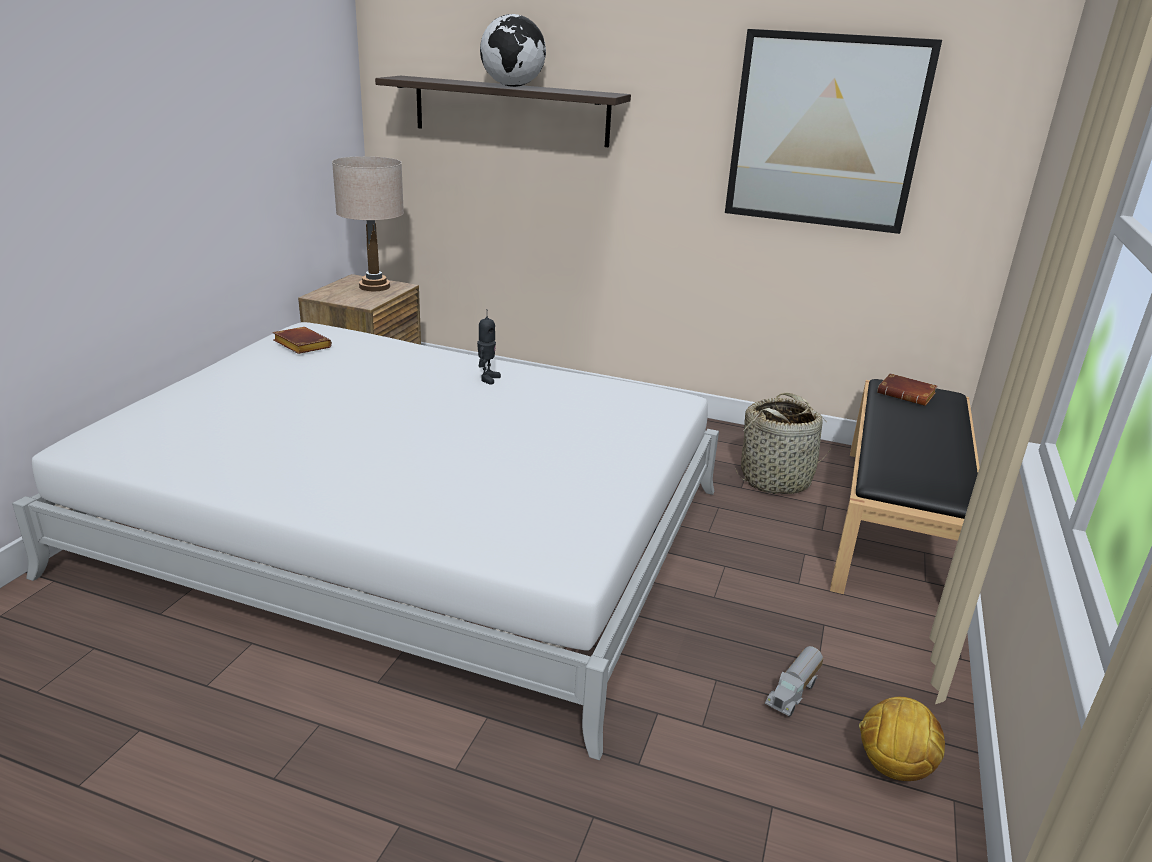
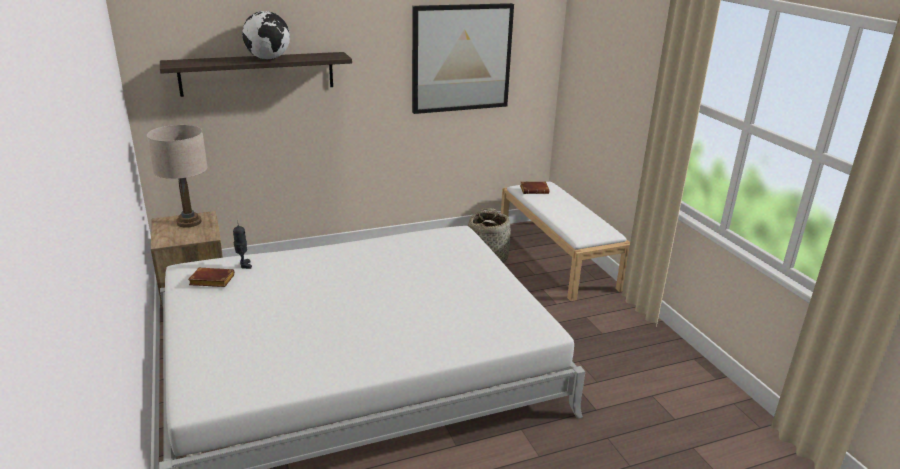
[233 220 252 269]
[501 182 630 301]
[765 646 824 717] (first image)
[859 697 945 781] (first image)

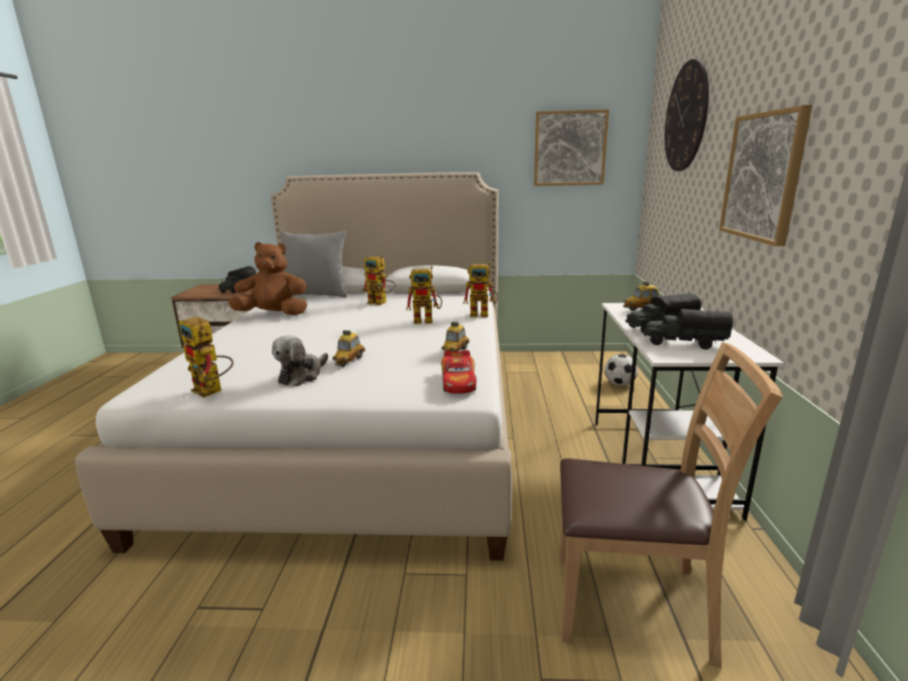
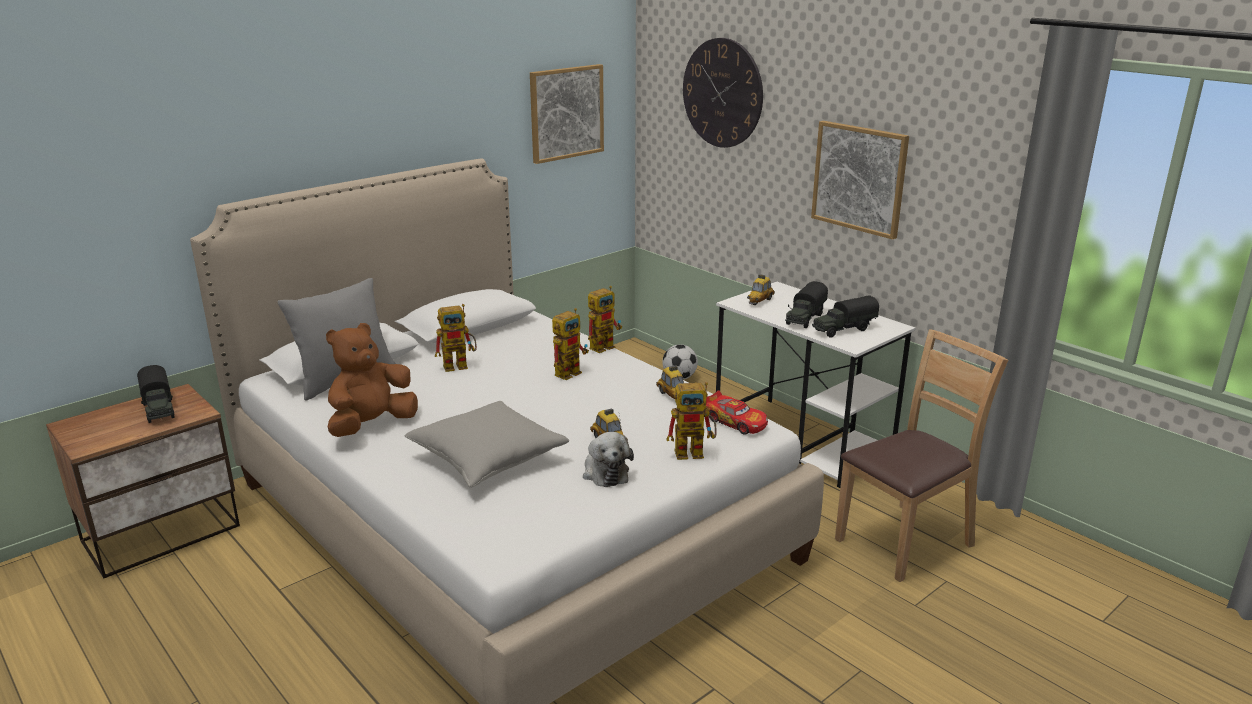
[666 382 717 460]
[405 401 569 488]

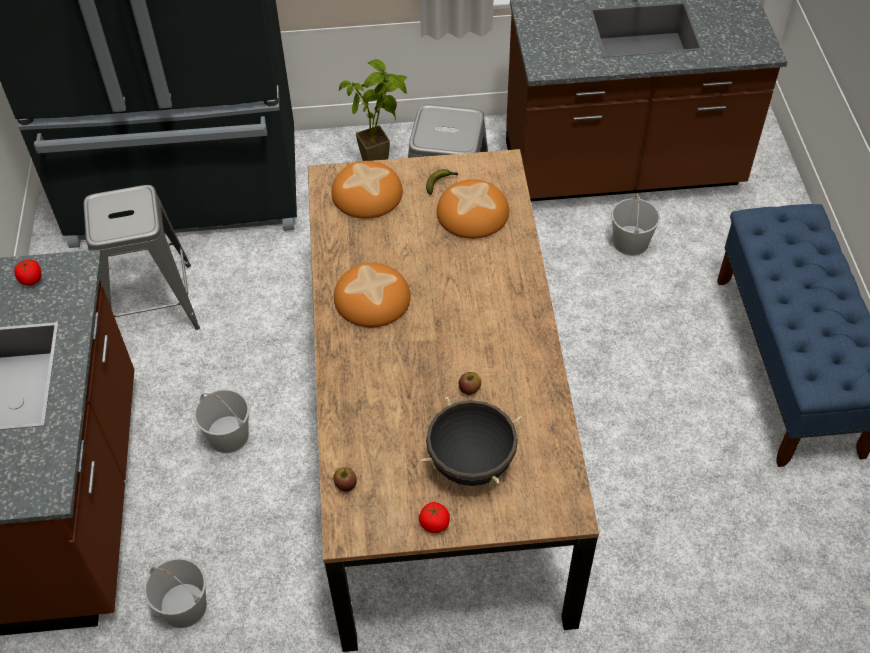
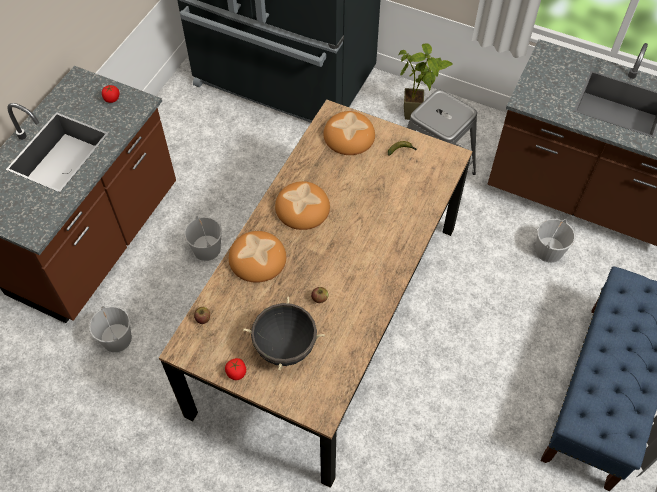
[229 231 286 283]
[83 185 200 330] (first image)

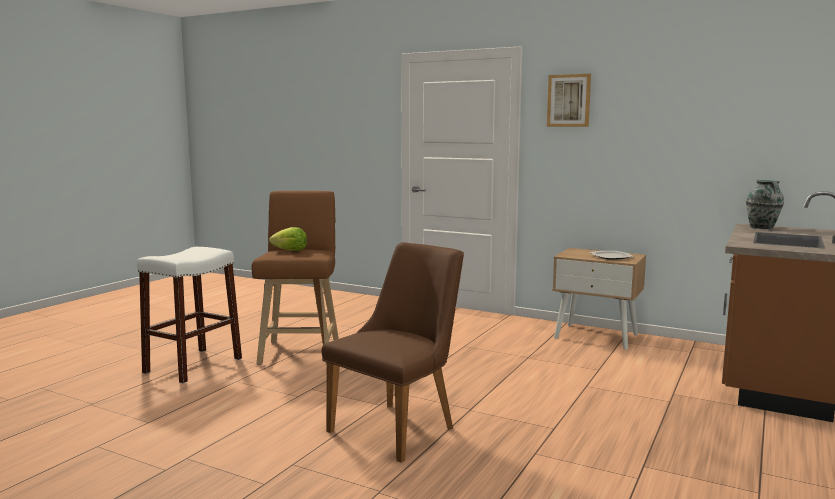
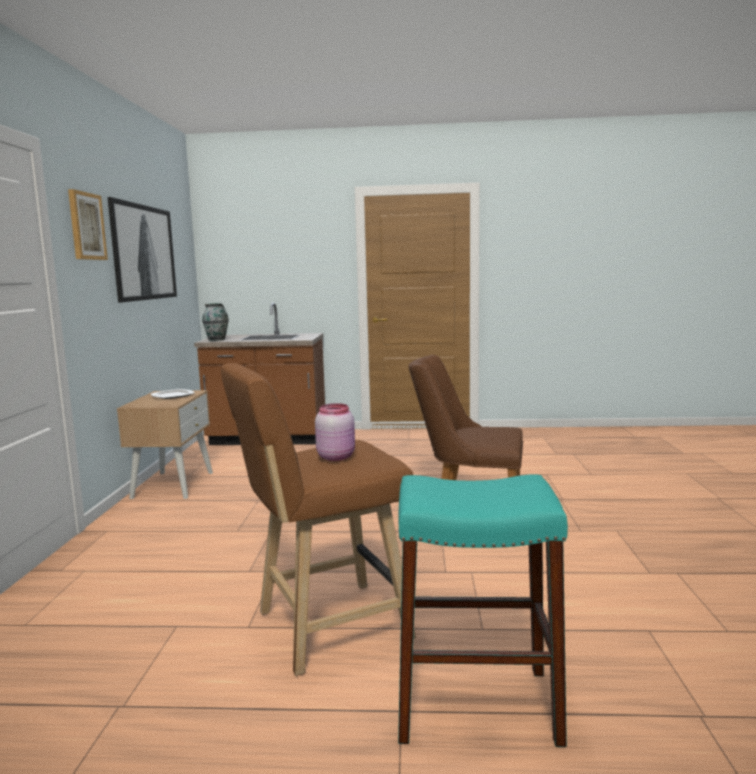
[315 403 355 461]
[398 474 568 747]
[108 197 177 303]

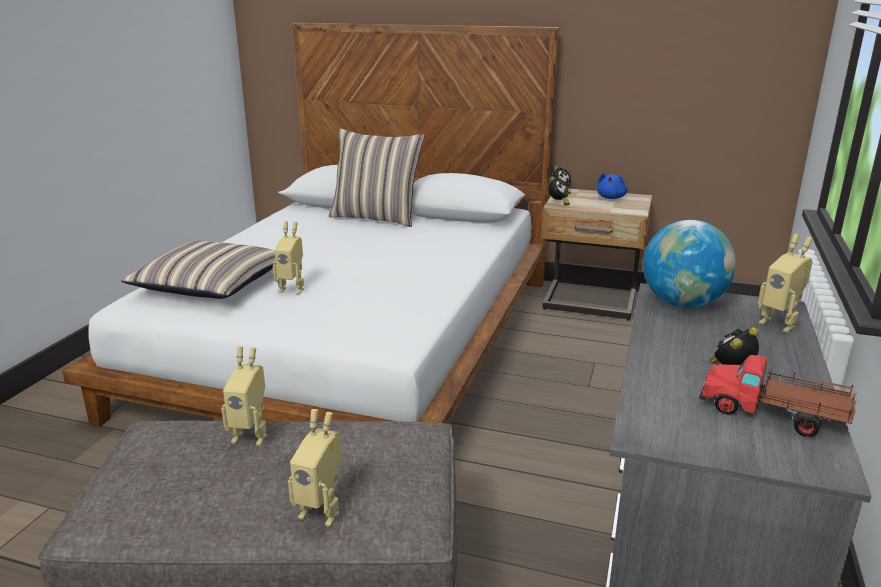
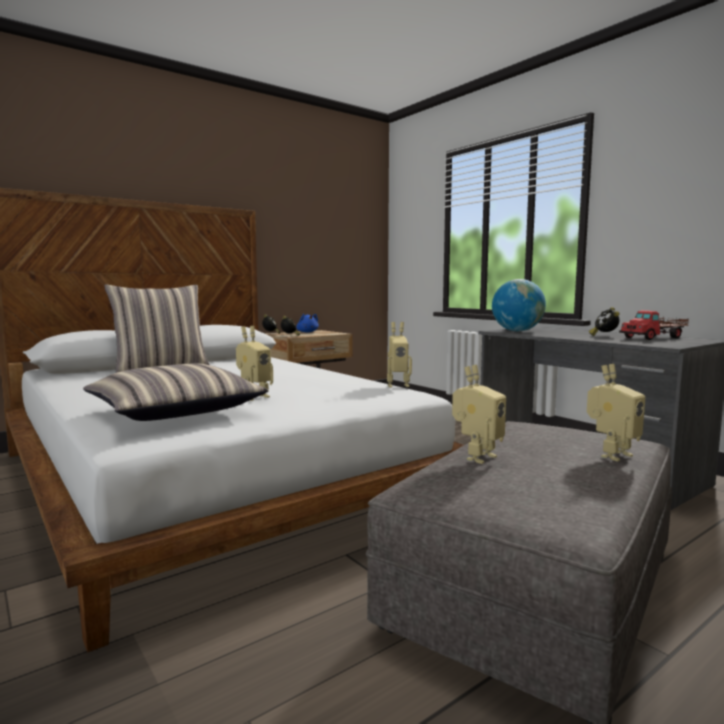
[387 322 412 387]

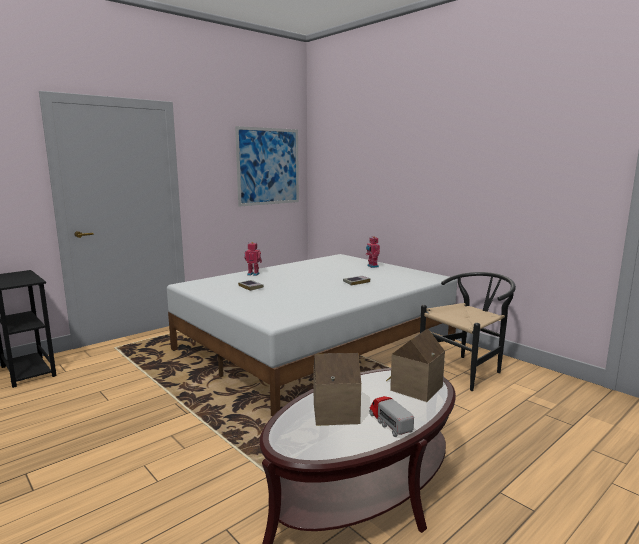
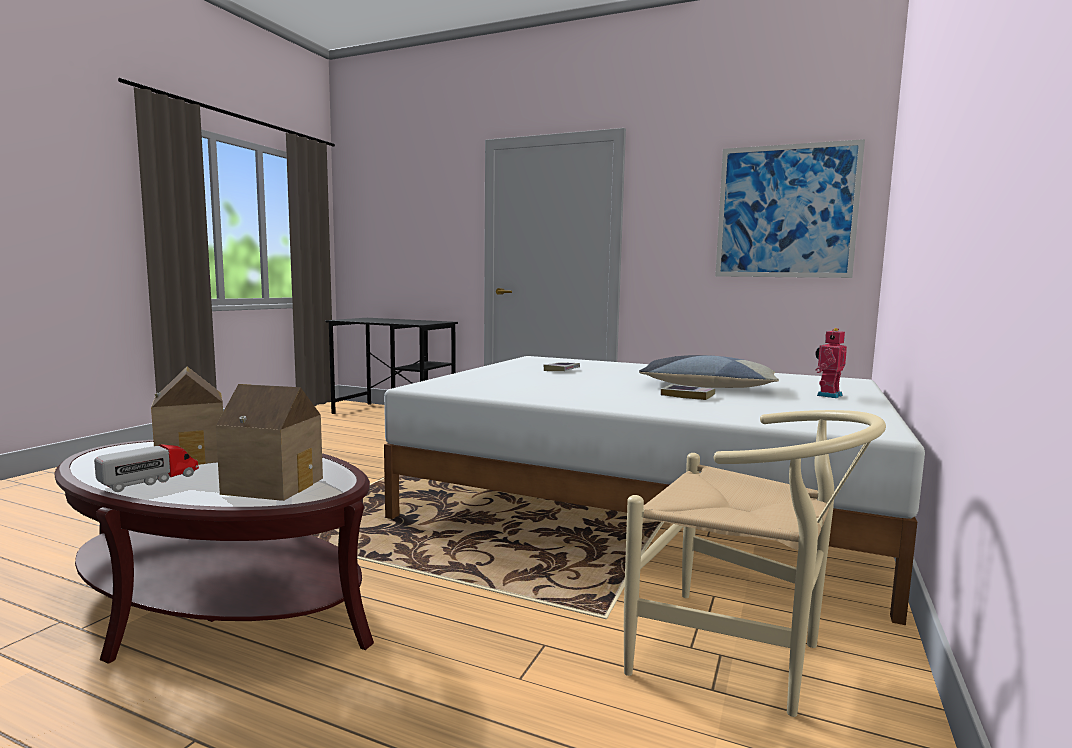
[244 242 262 276] (first image)
[624 410 886 717]
[639 355 779 388]

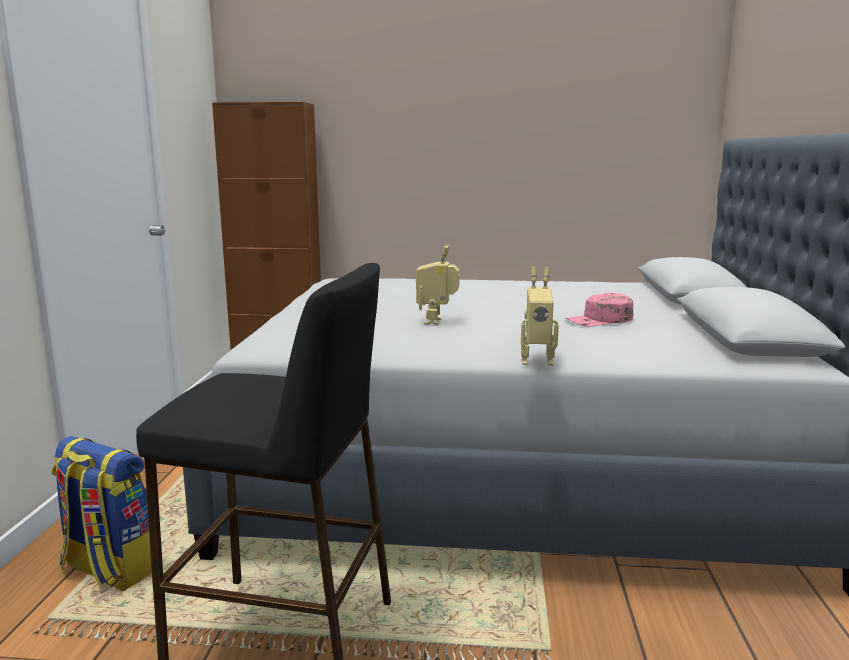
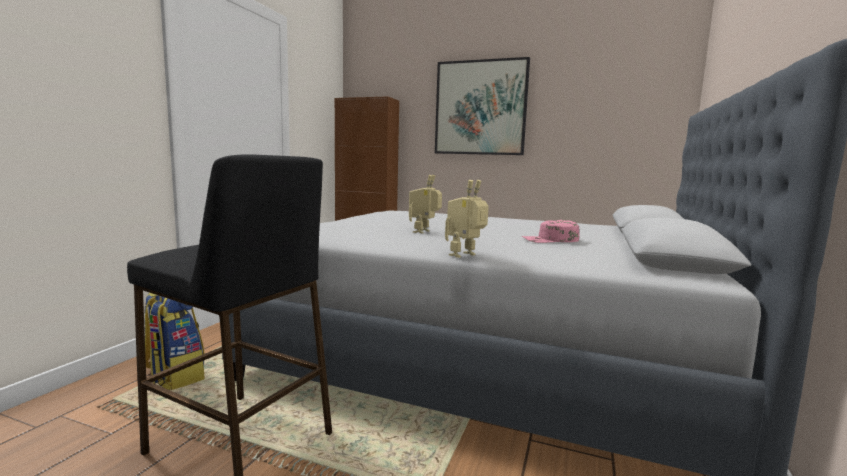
[445 180 489 258]
[435 57 530 155]

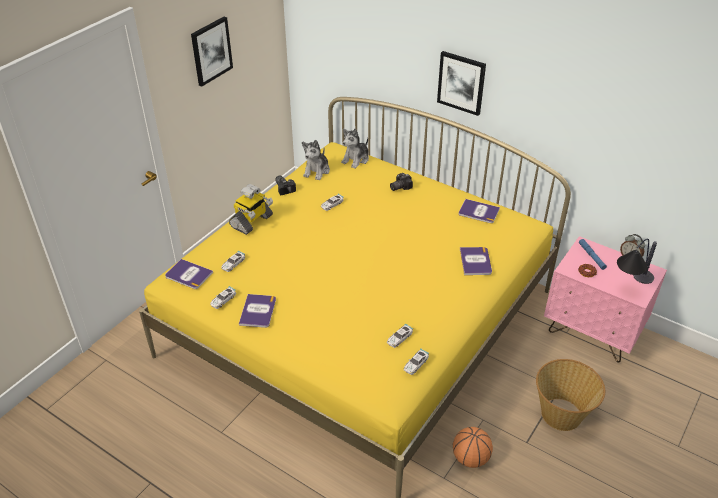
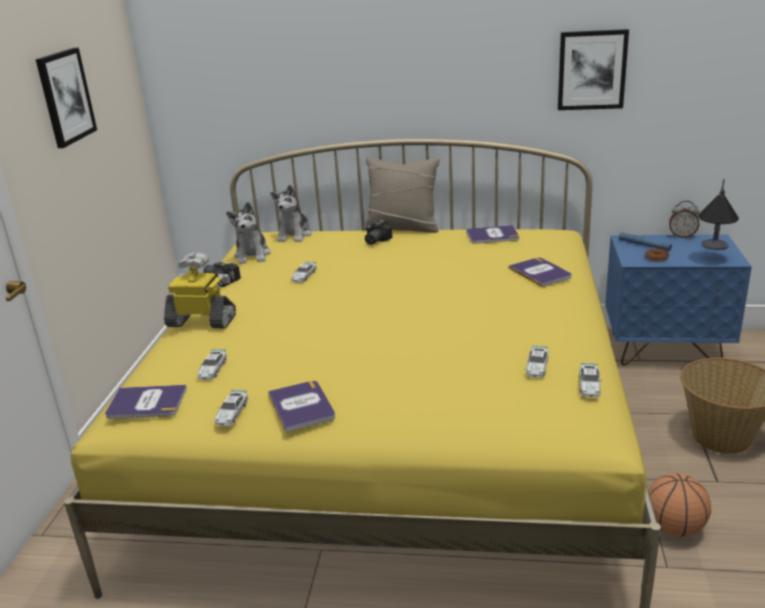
[558 29 629 110]
[164 252 236 328]
[605 234 752 365]
[363 157 440 233]

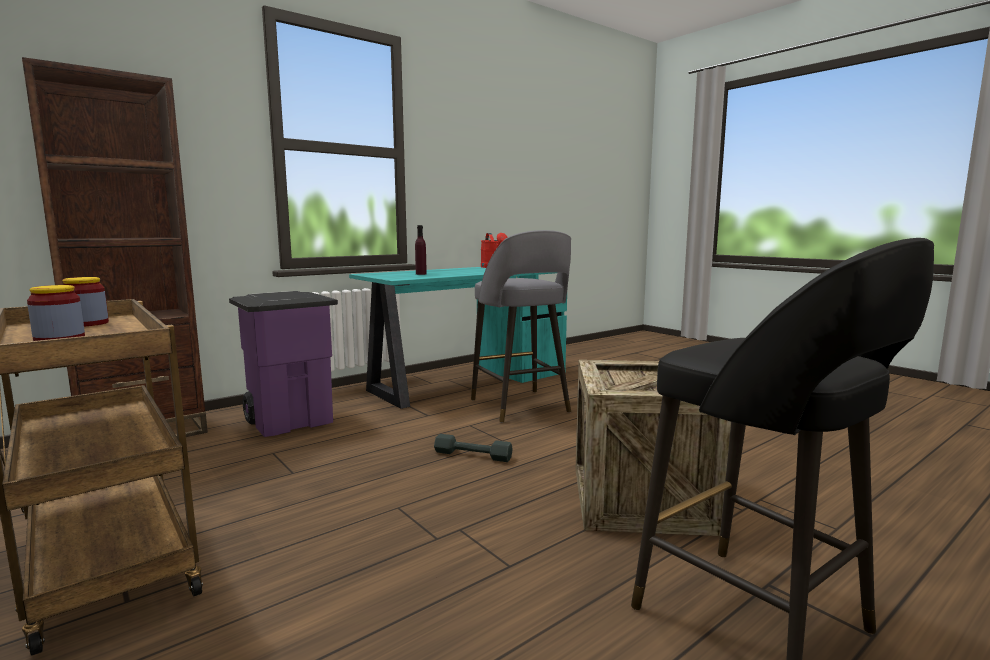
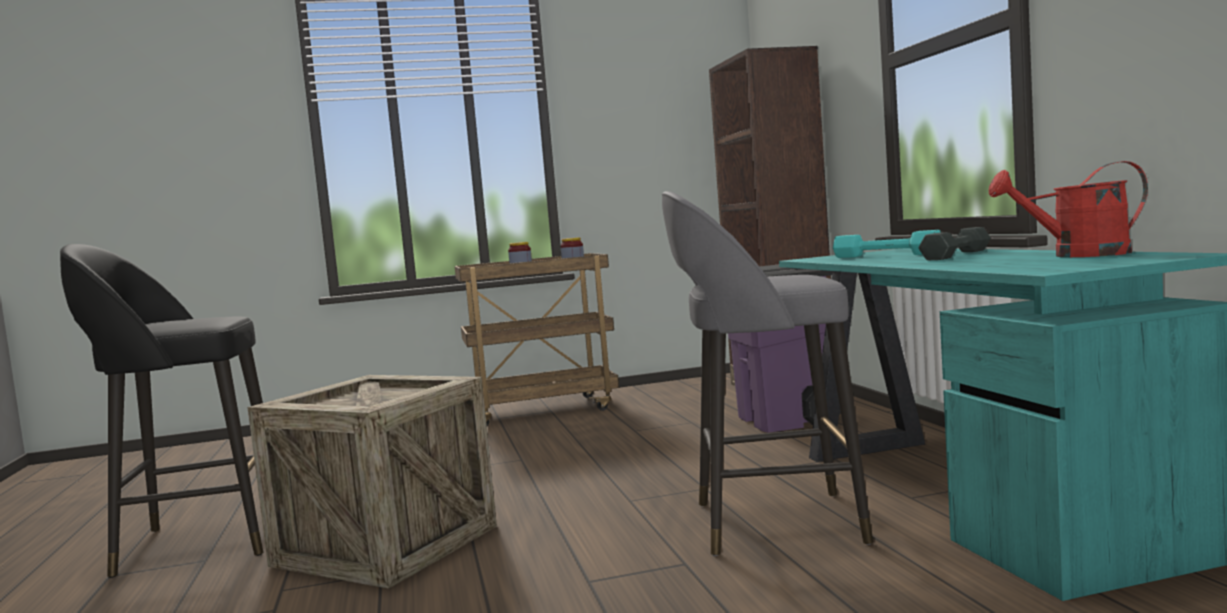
[833 230 941 258]
[919 227 991 260]

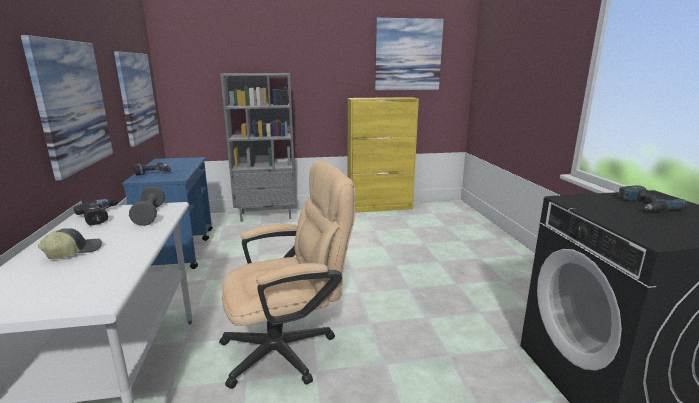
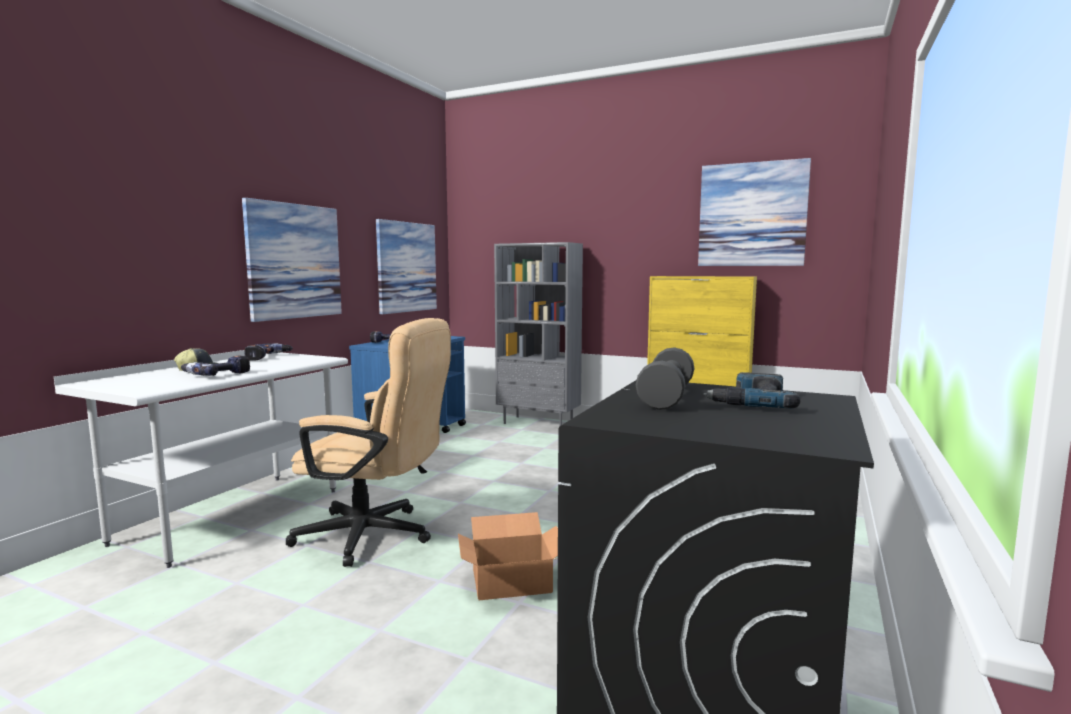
[636 347 694 410]
[181 356 250 376]
[458 512 558 600]

